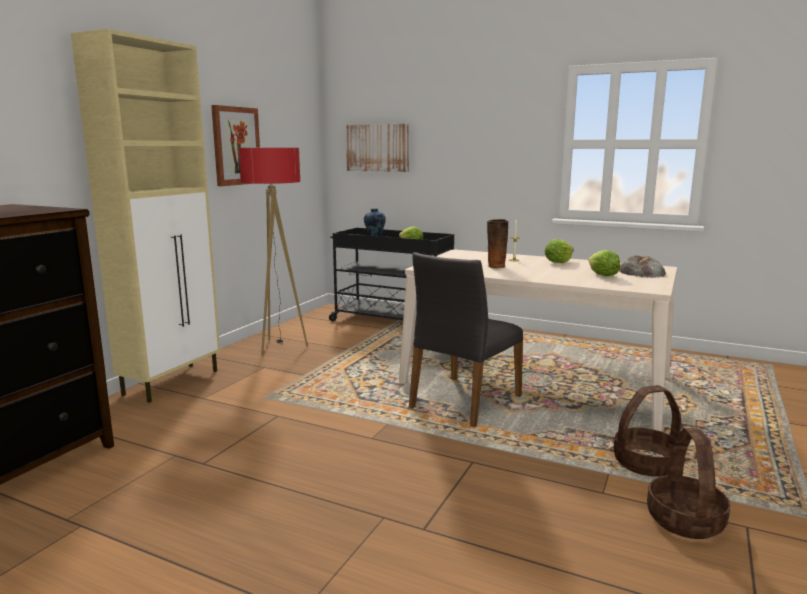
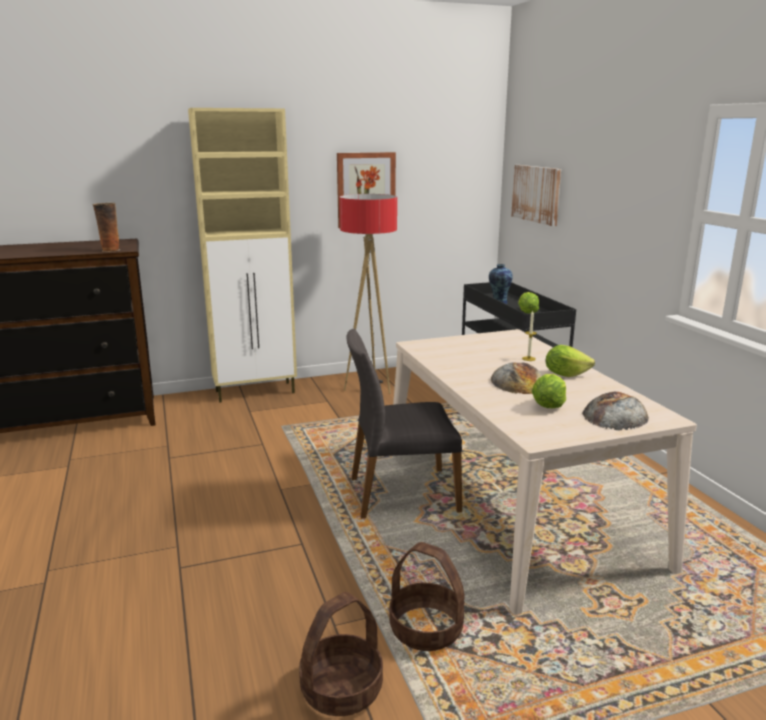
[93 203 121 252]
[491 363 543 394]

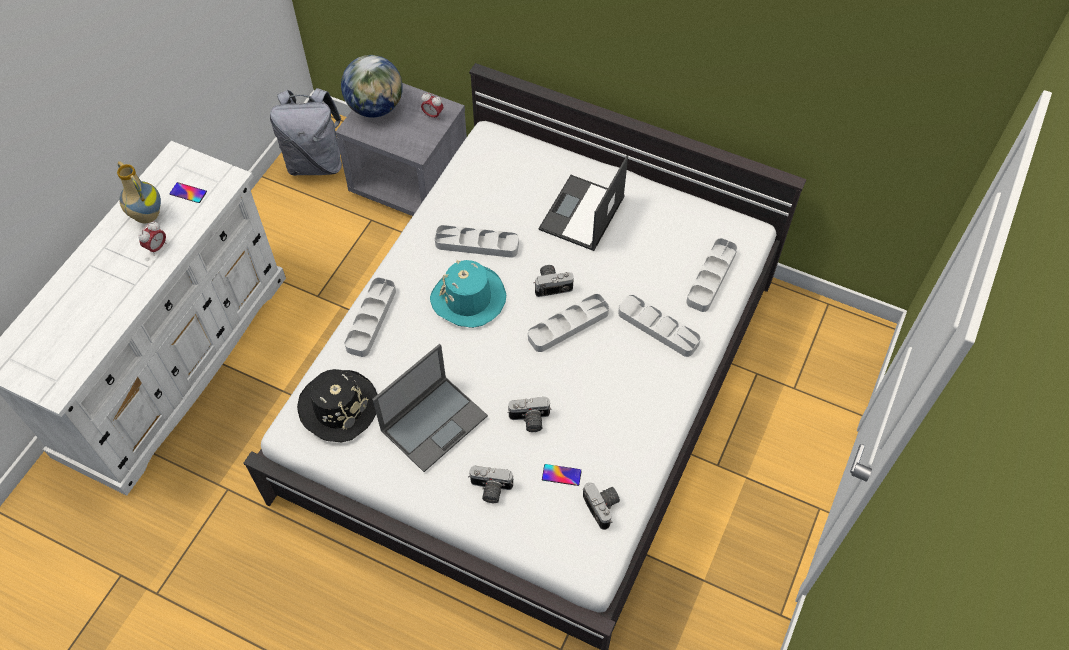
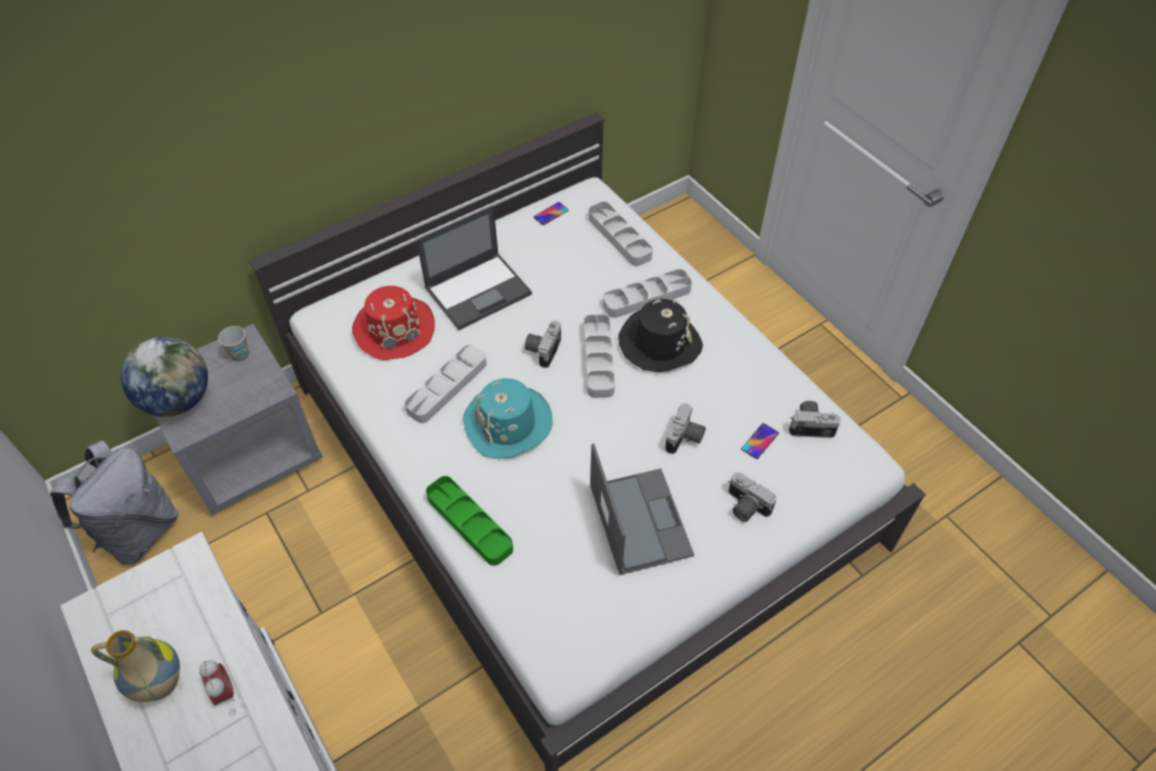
[218 326 249 362]
[416 205 532 330]
[534 202 569 225]
[426 476 513 566]
[618 299 703 372]
[728 472 777 522]
[352 286 435 360]

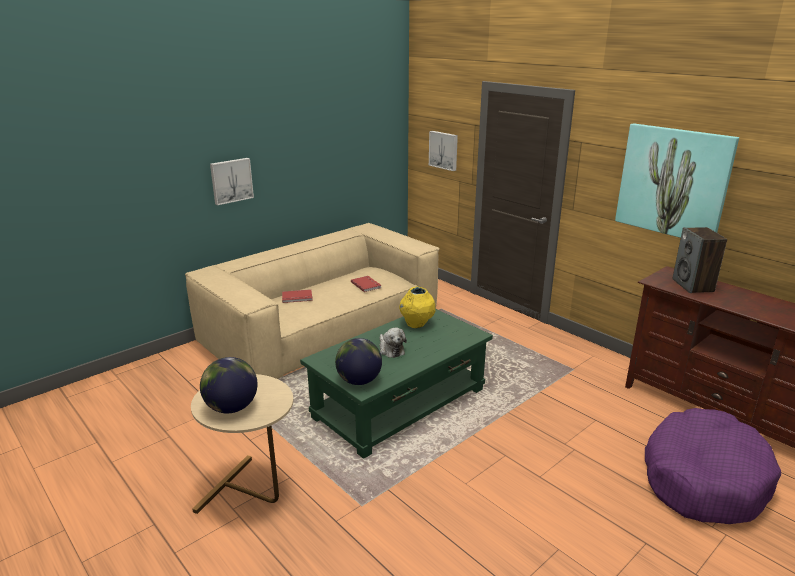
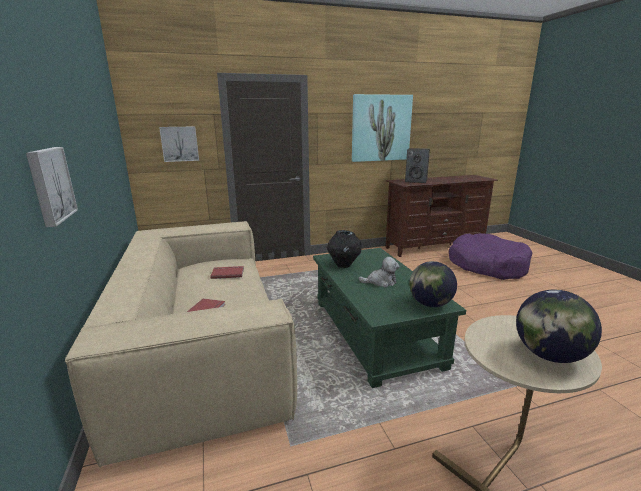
[327 230 362 268]

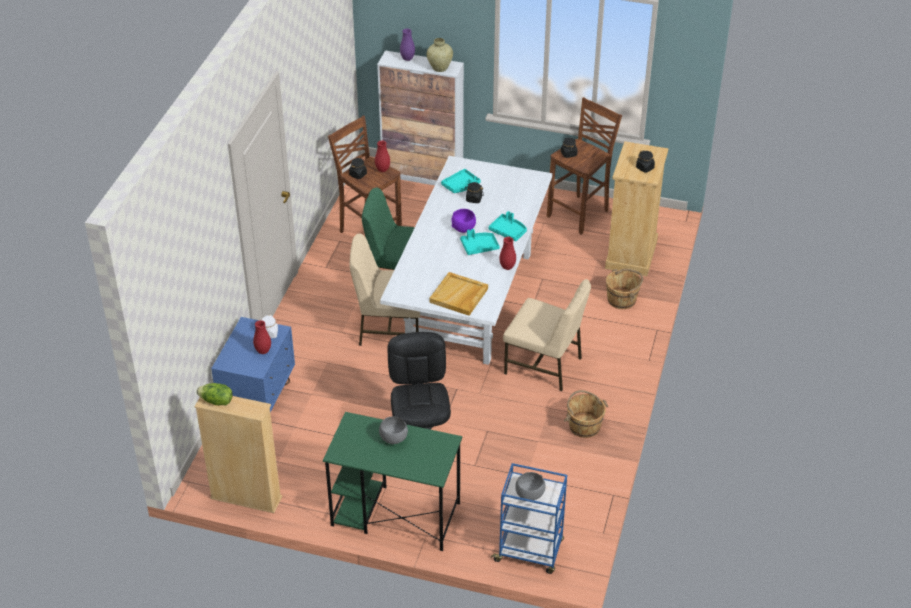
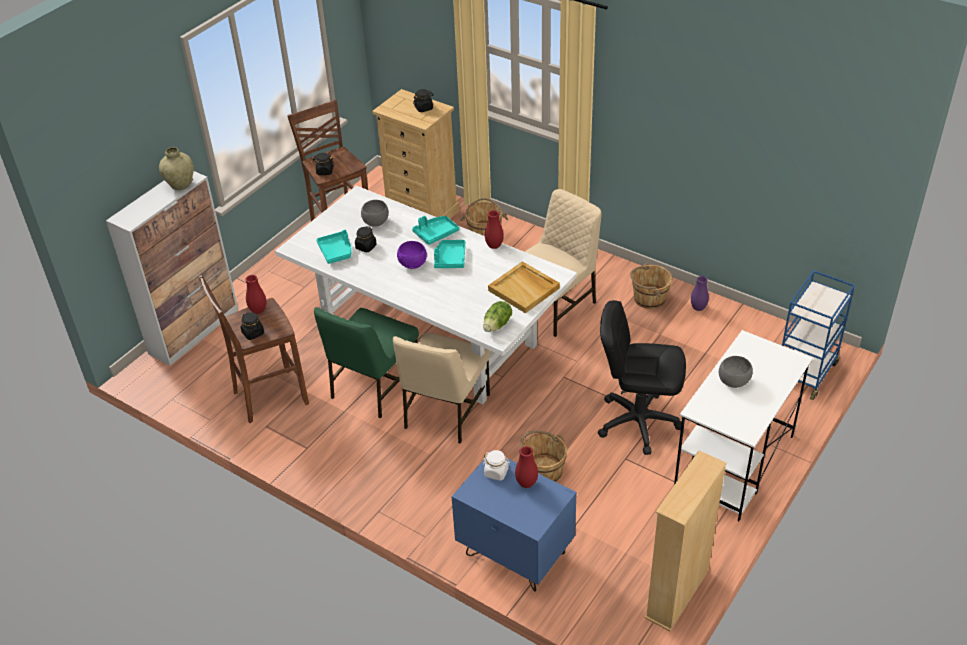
[691 276 709 311]
[483 301 512 332]
[674 330 813 521]
[361 200 389 227]
[520 430 567 482]

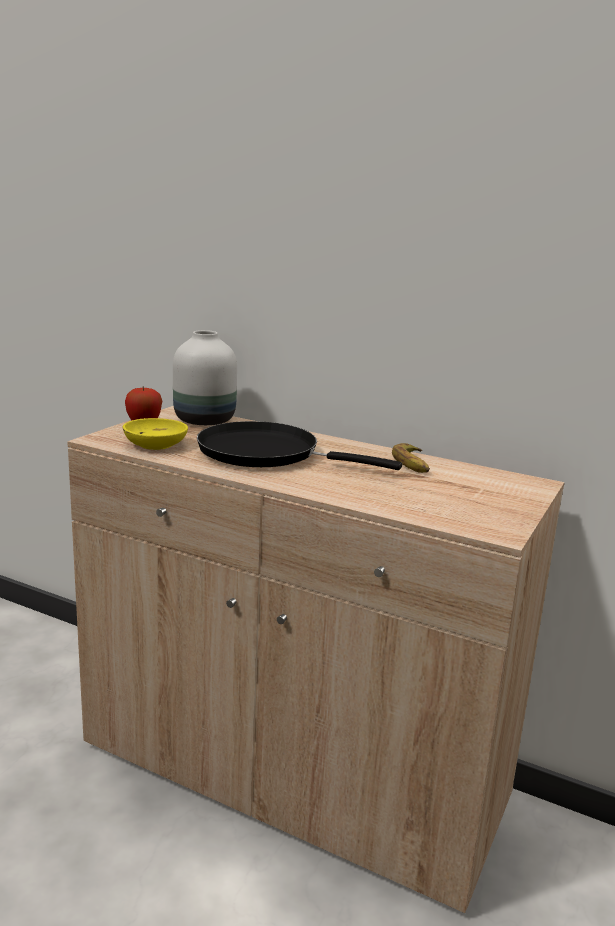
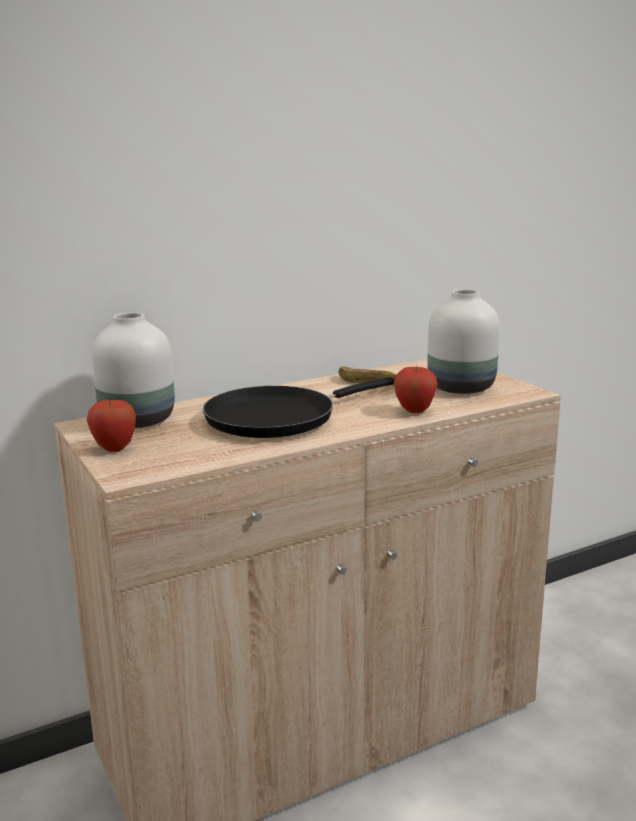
[122 418 188 450] (first image)
[427 289 500 394]
[394 365 438 413]

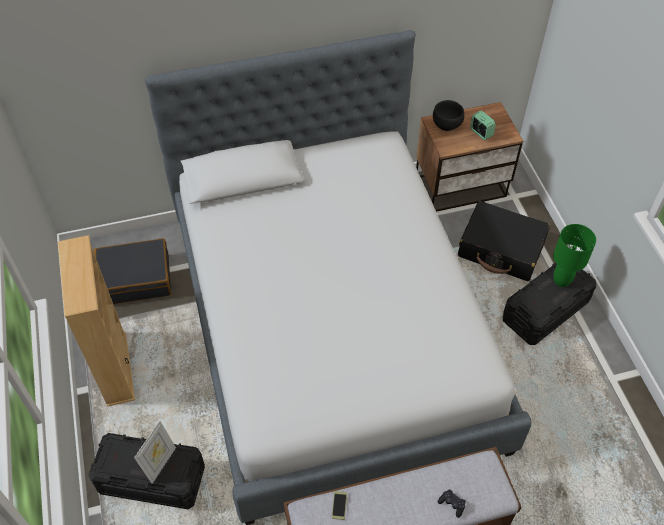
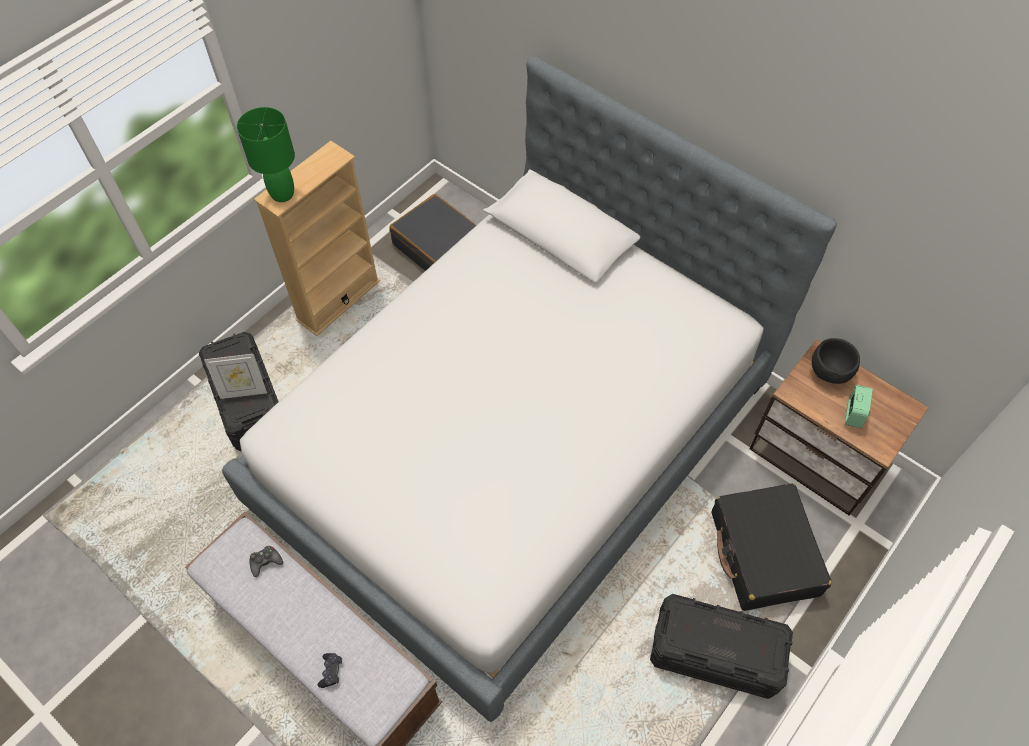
[237 107 295 202]
[249 546 283 577]

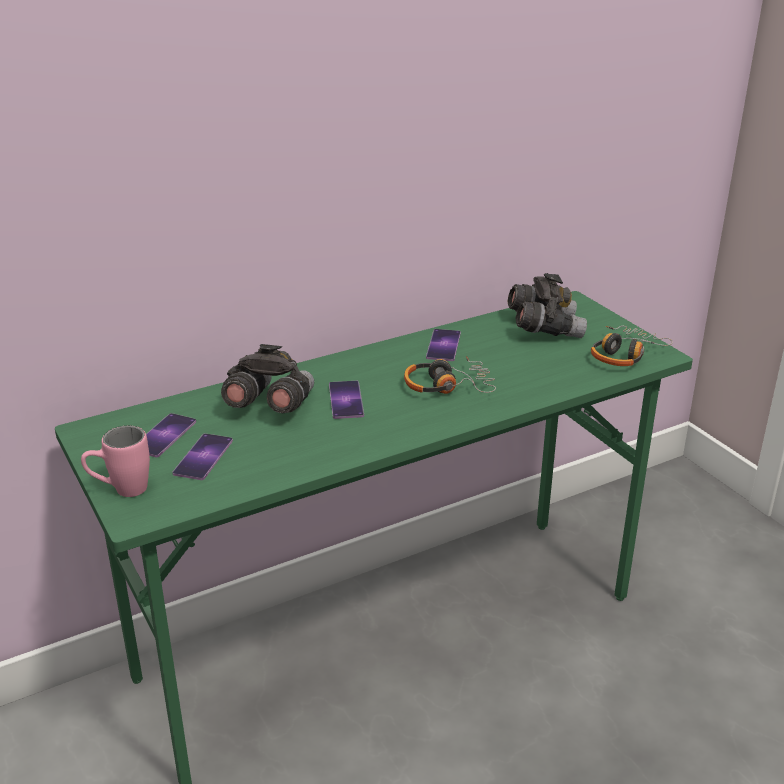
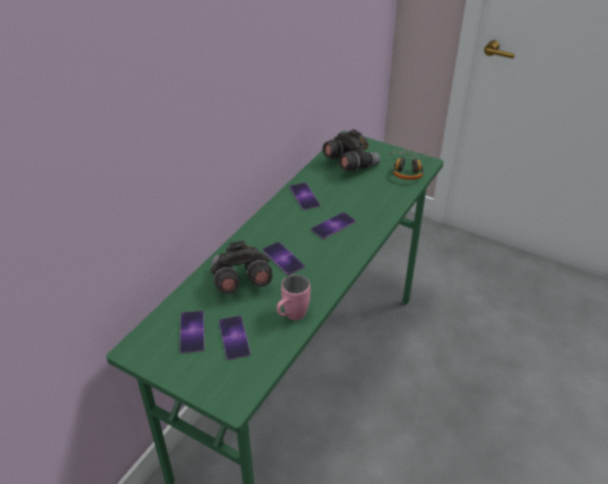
[311 212 356 239]
[277 275 310 320]

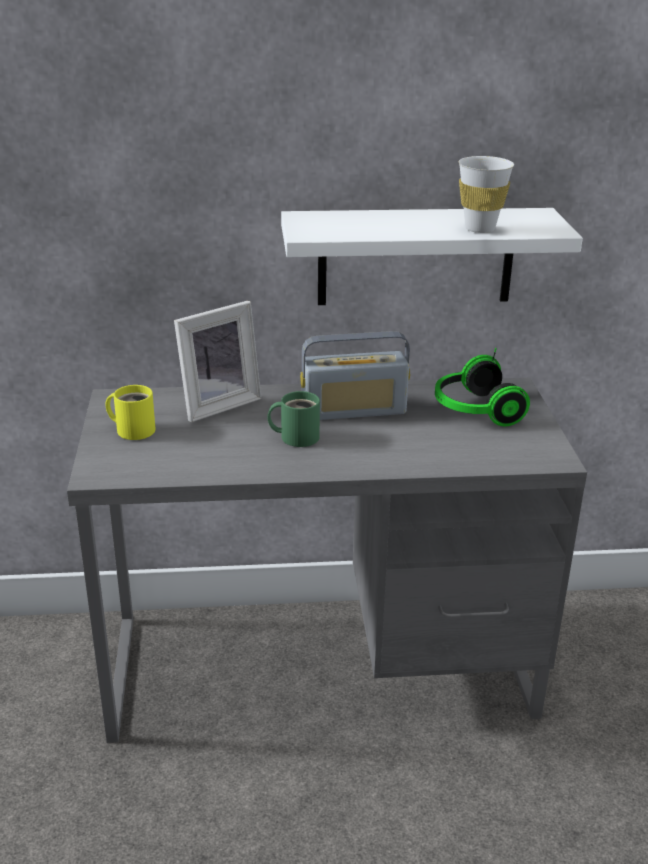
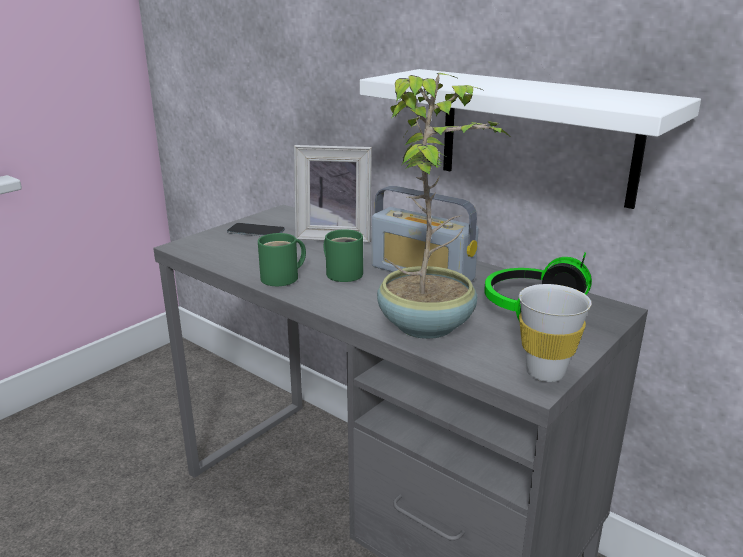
[519 284 592 382]
[227 223 285 236]
[377 73 509 339]
[258 233 306 286]

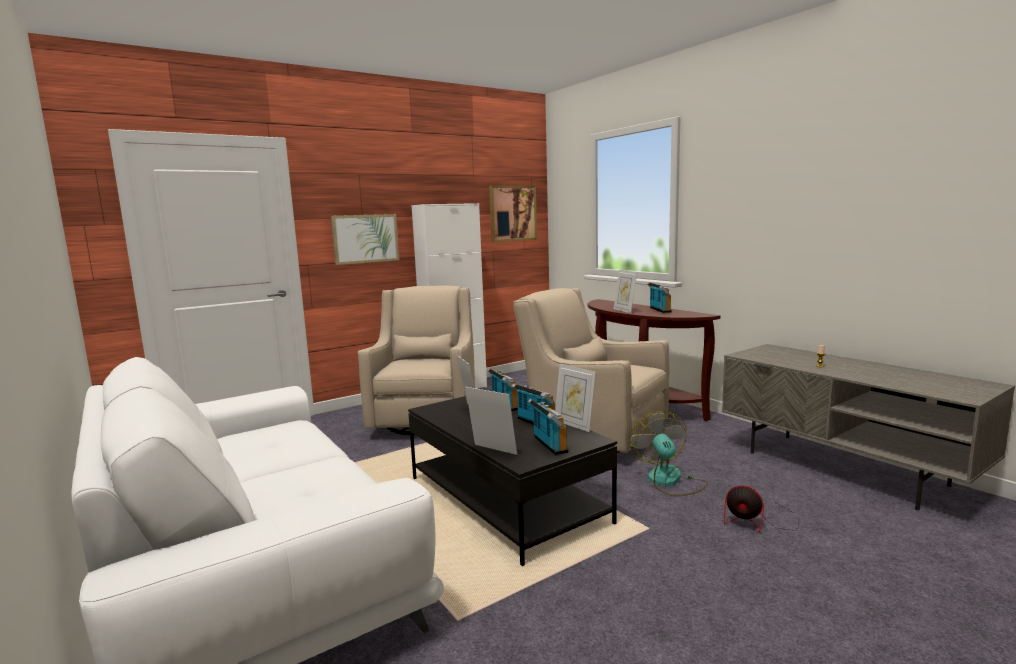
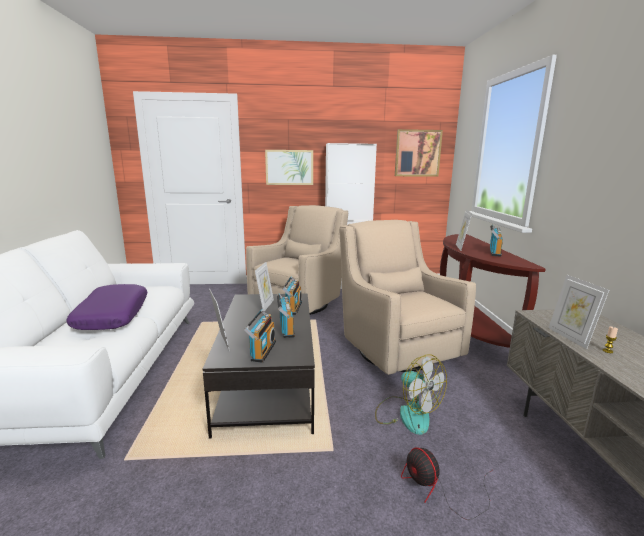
[549 275 609 349]
[375 355 447 435]
[66 284 147 330]

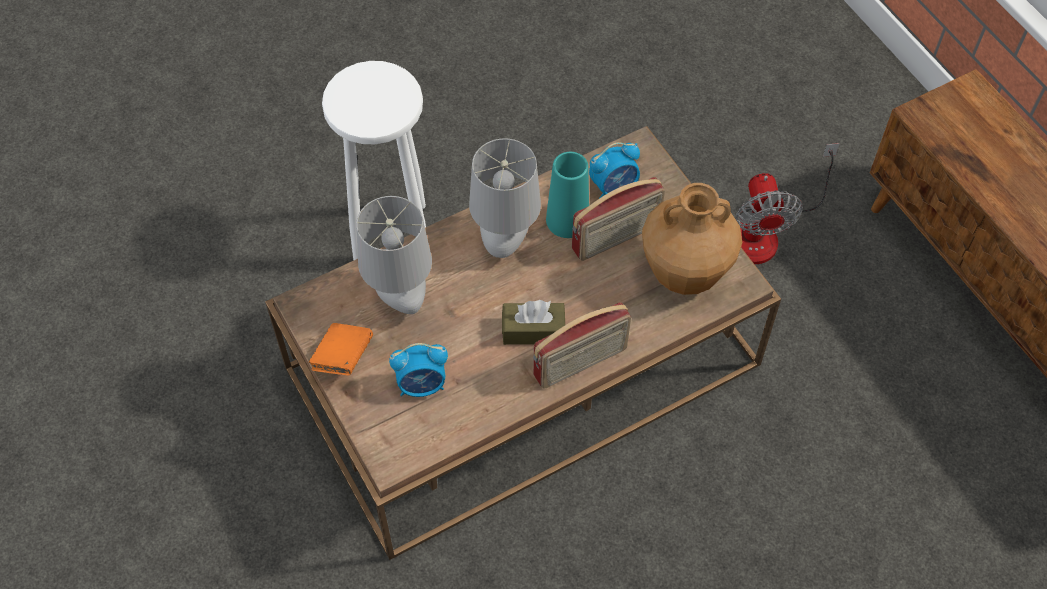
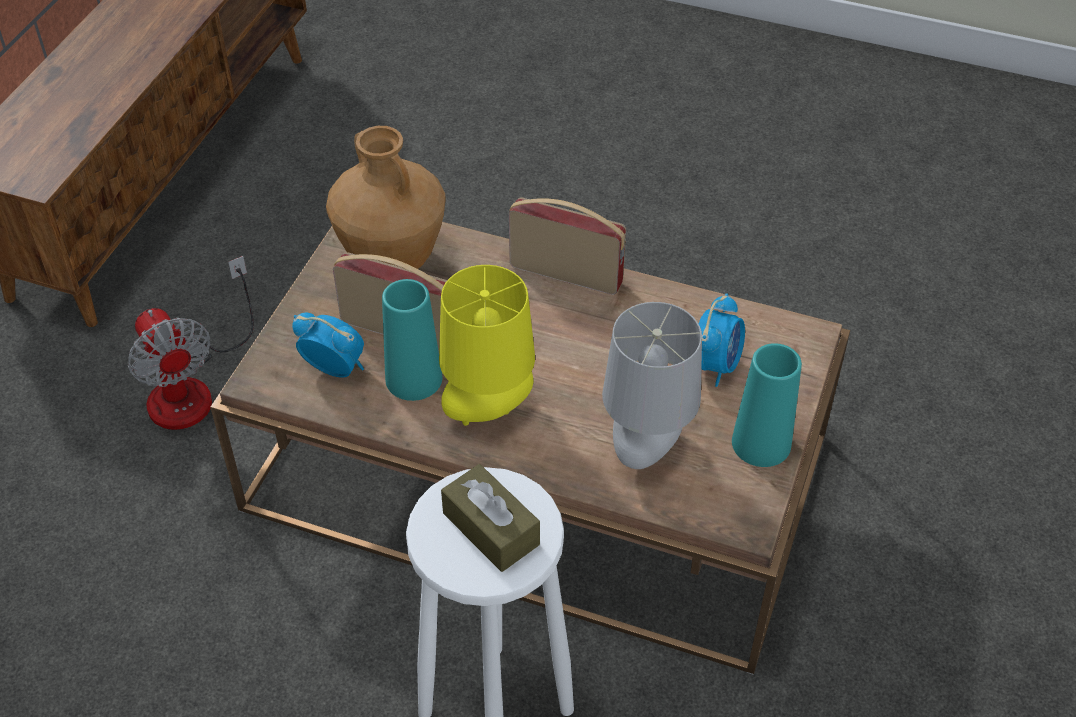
[439 265 535 426]
[128 256 254 430]
[441 464 540 572]
[732 343 802 467]
[698 293 745 387]

